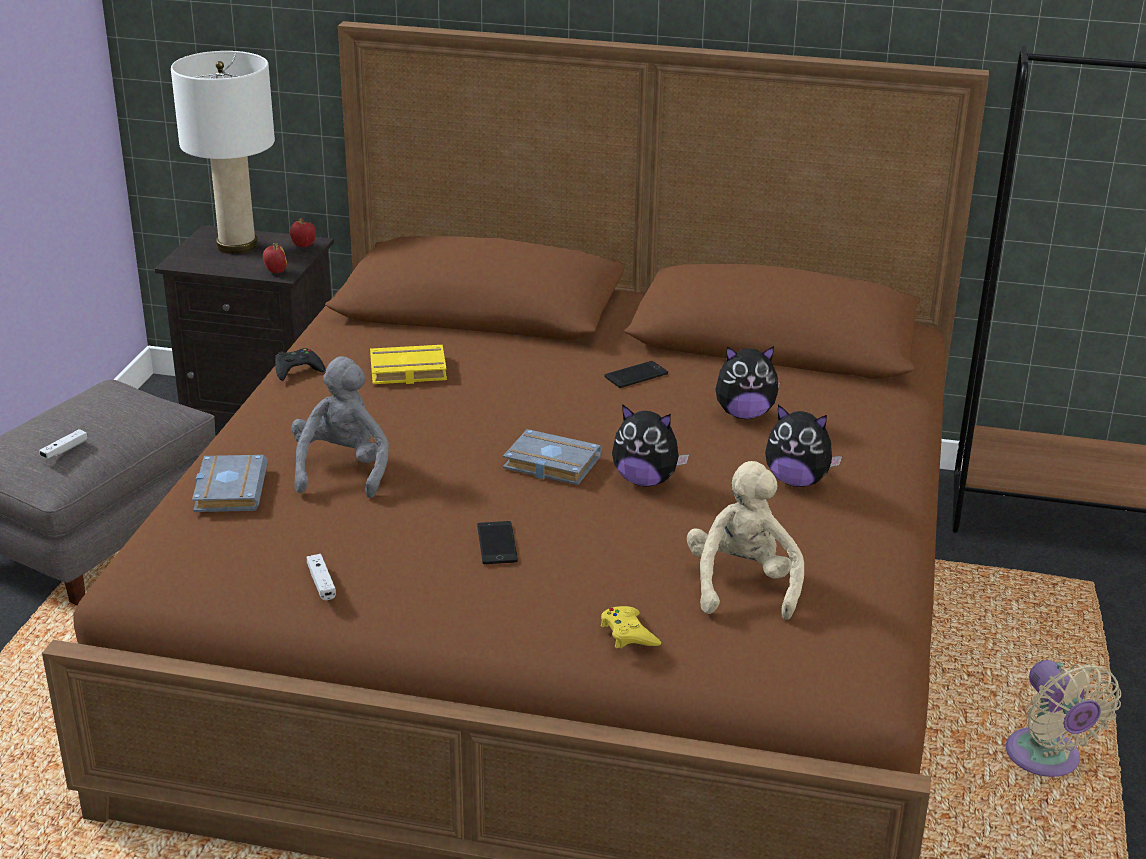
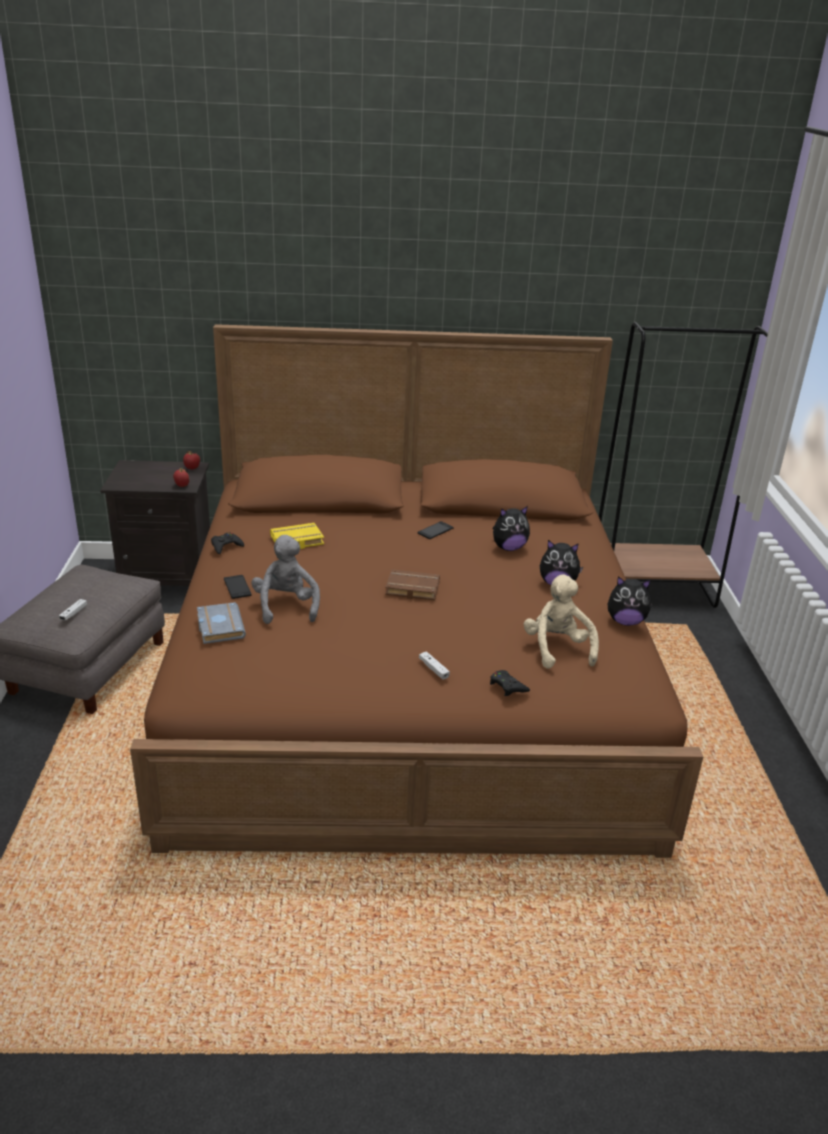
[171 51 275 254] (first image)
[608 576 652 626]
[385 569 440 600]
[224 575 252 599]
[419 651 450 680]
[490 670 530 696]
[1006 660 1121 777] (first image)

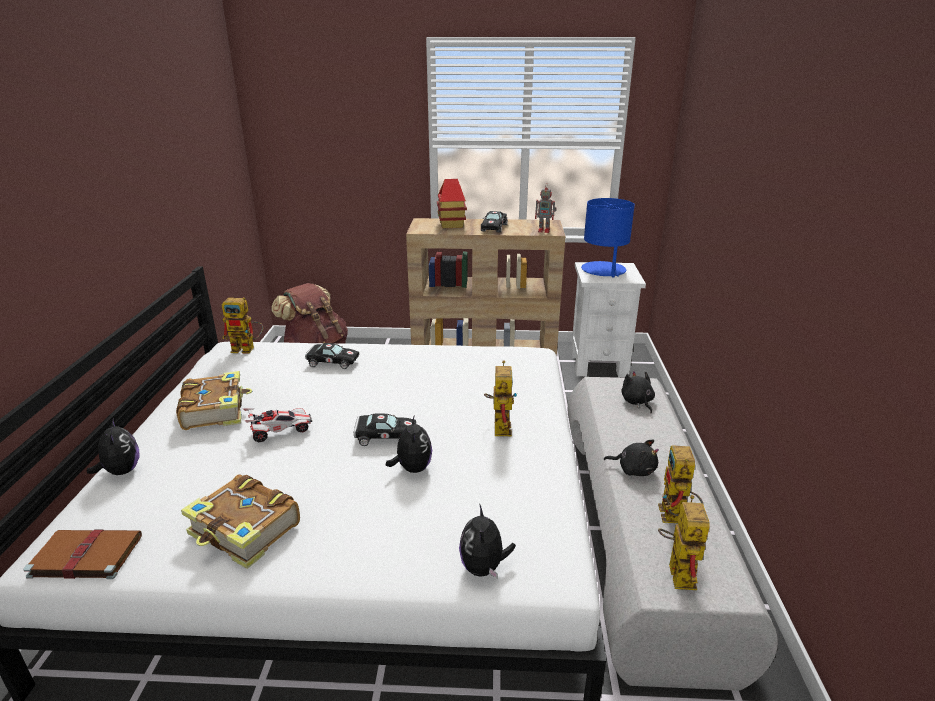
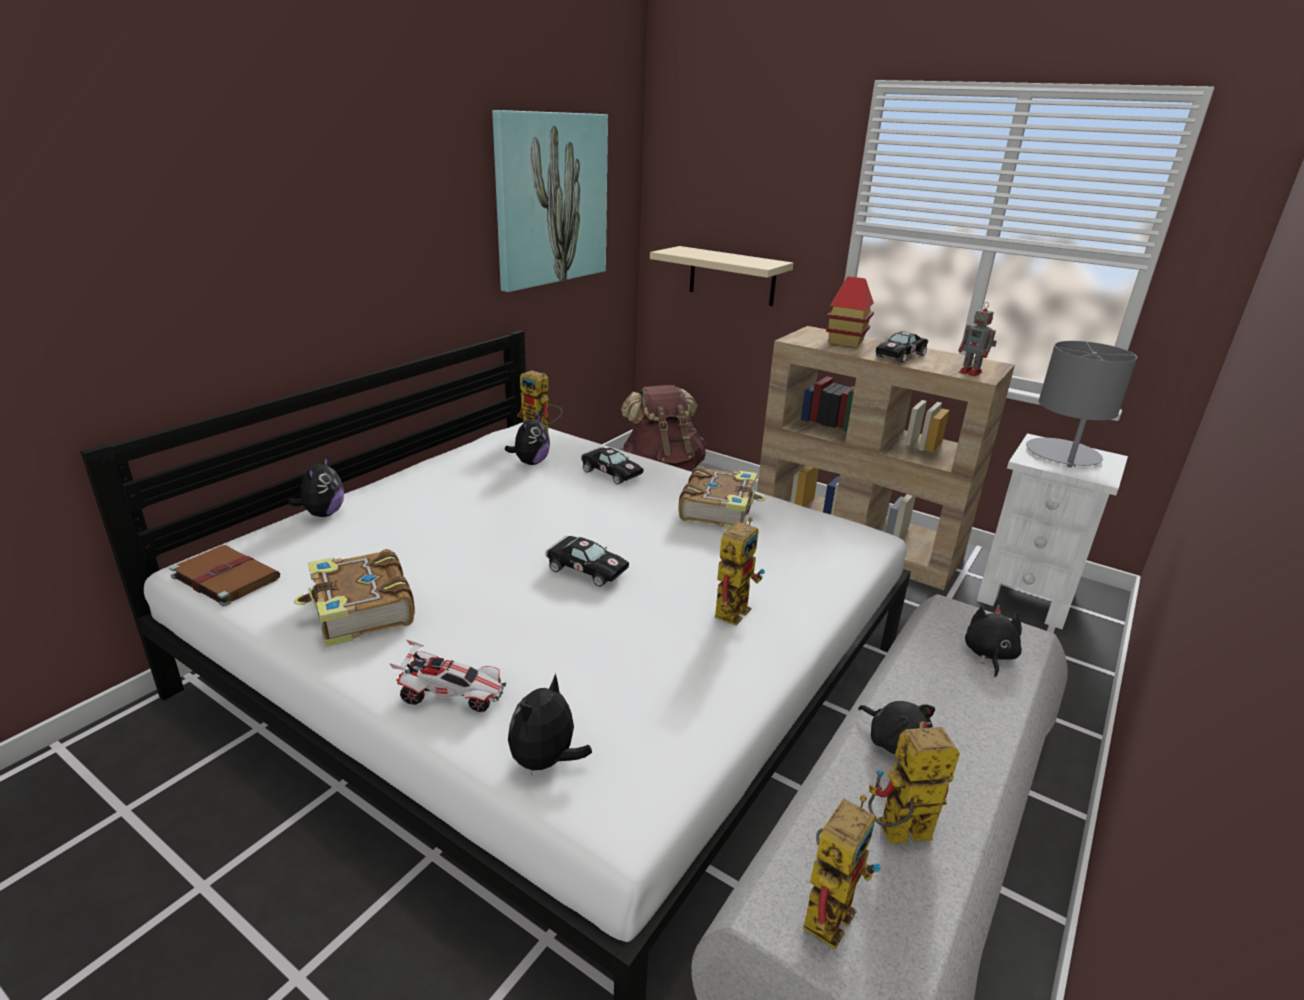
[1026 341 1137 467]
[678 466 766 529]
[389 640 506 712]
[505 413 550 465]
[868 727 960 844]
[492 110 608 292]
[650 246 793 306]

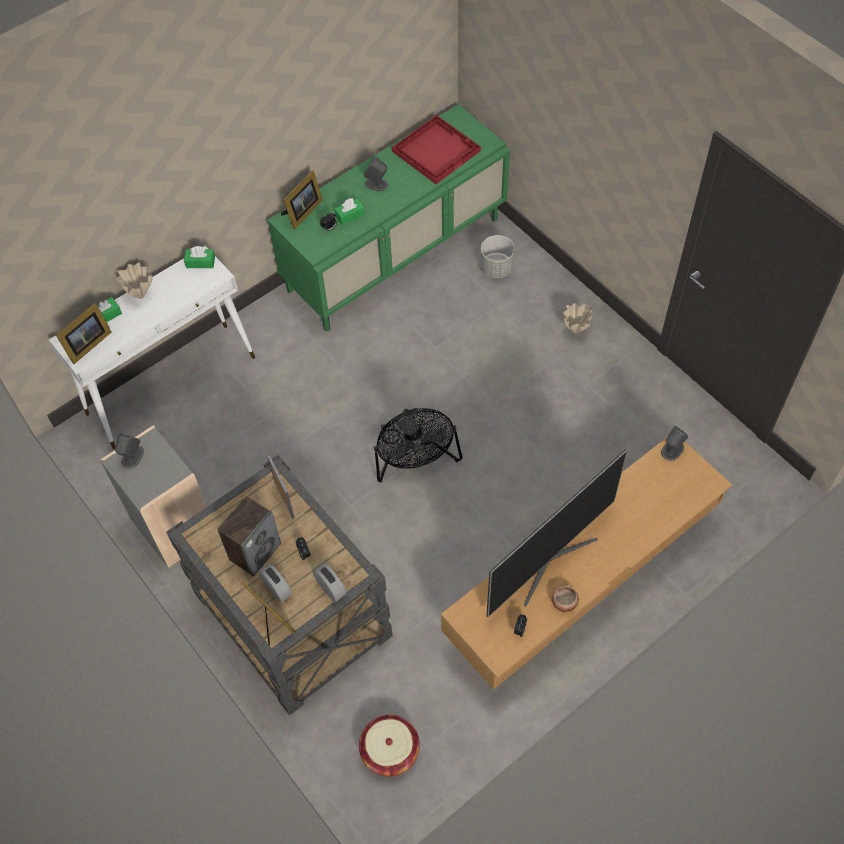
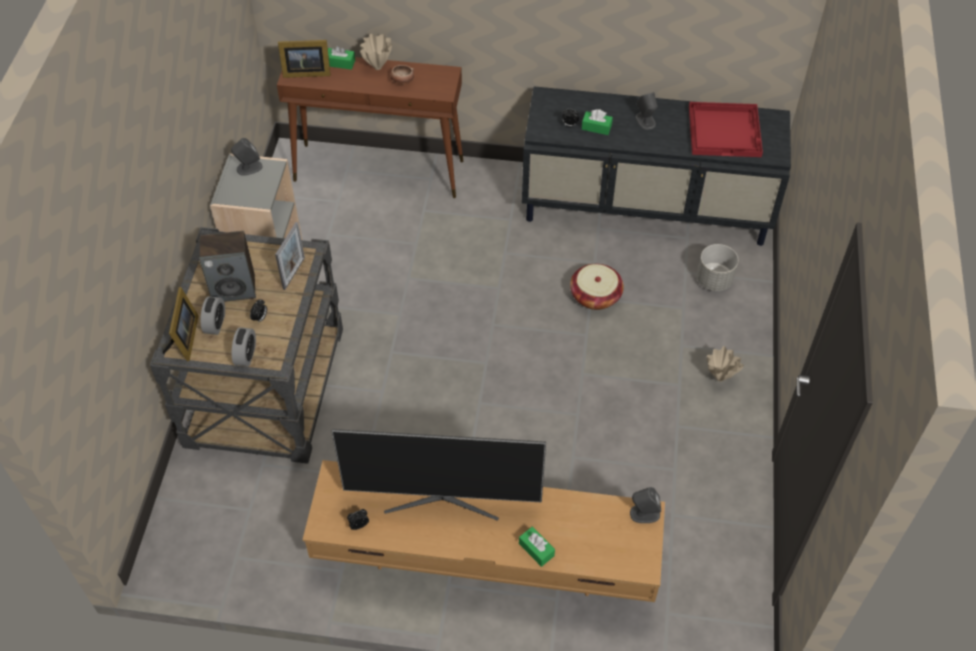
[522 86 791 246]
[281 170 323 229] (first image)
[277 57 463 198]
[519 527 555 567]
[373 408 462 483] (first image)
[390 65 414 84]
[570 264 624 310]

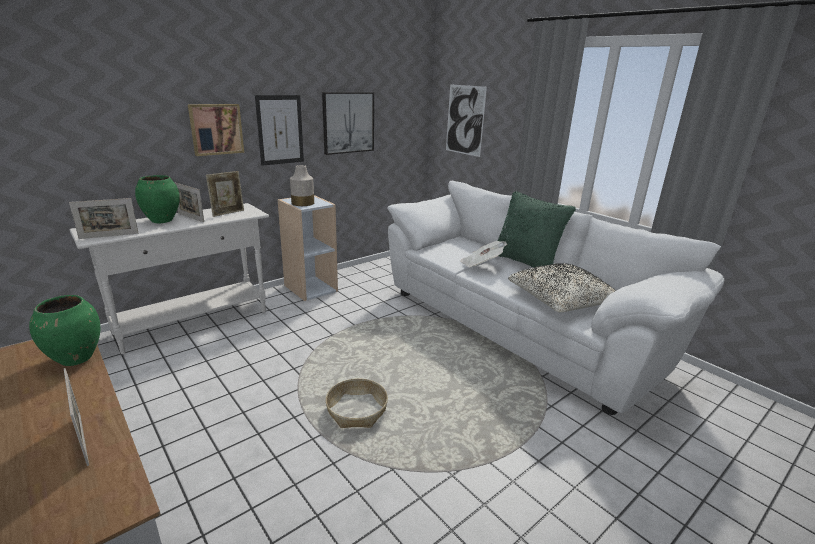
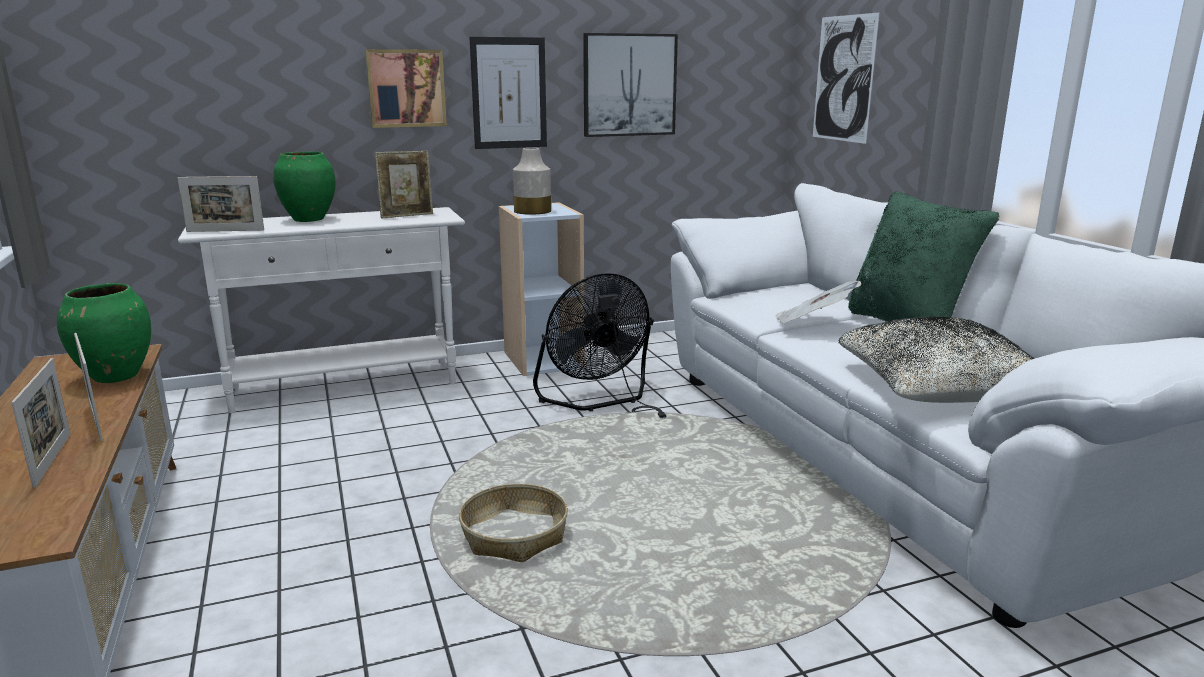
[74 333 103 441]
[533 273 666 418]

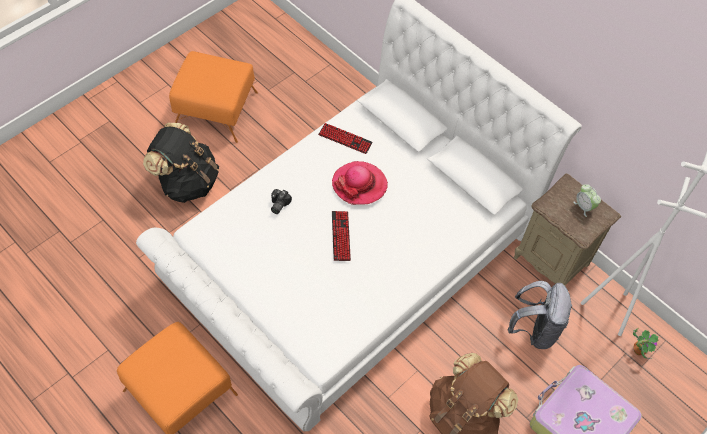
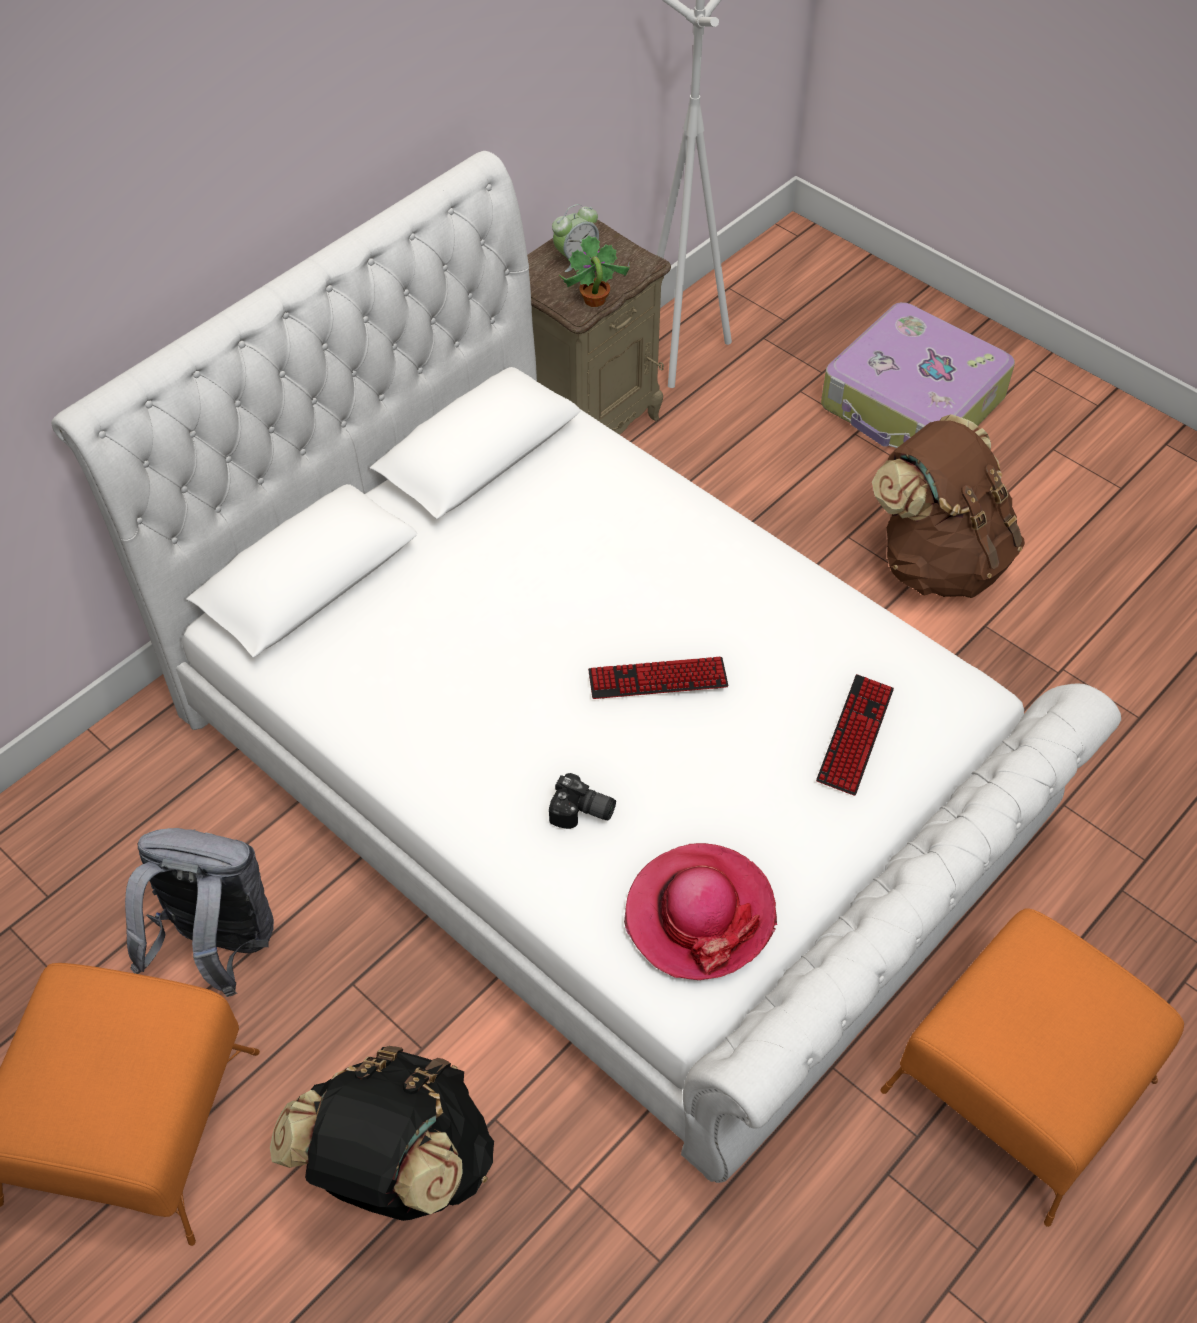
[816 674 894 796]
[624 843 777 980]
[125 828 274 997]
[559 235 630 307]

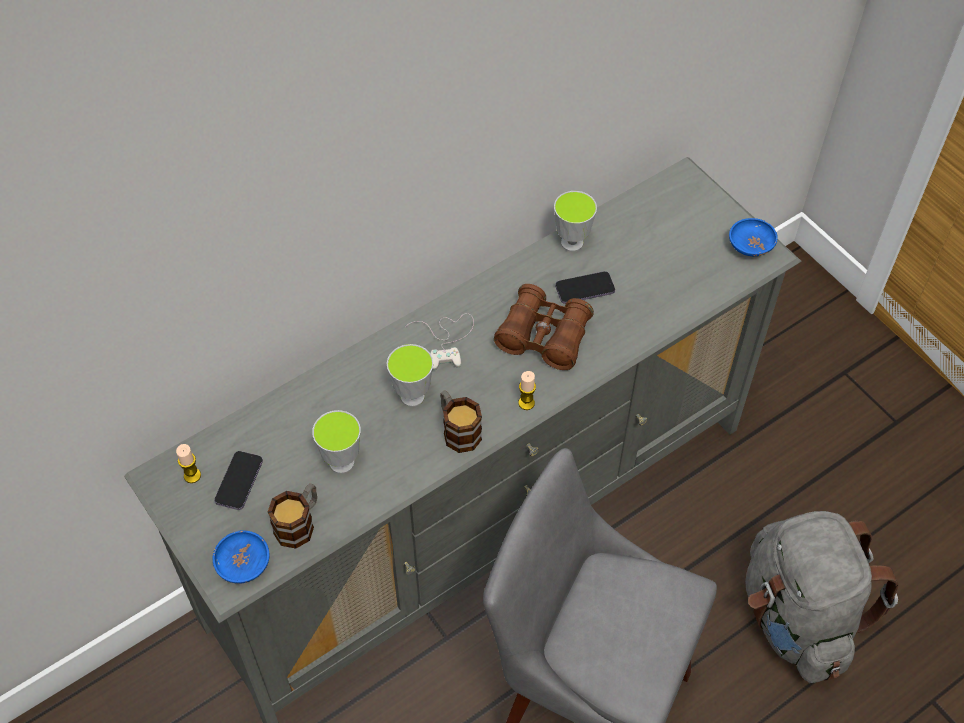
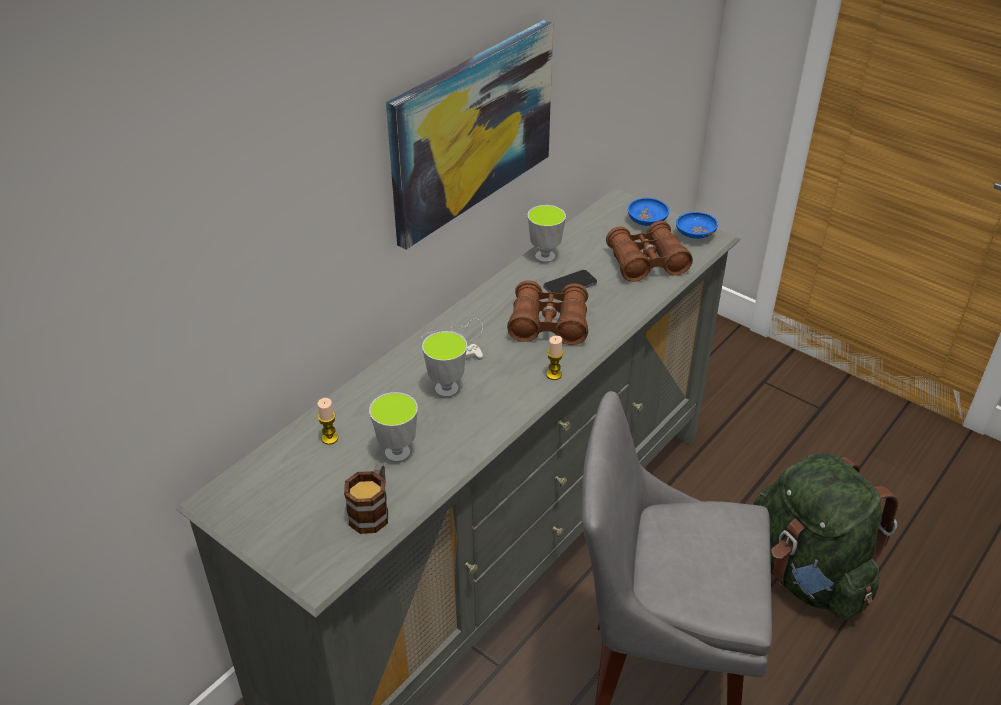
[440 390 482 453] (first image)
[318 398 338 445]
[214 451 263 510] (first image)
[753 453 898 620]
[628 198 669 226]
[386 20 553 250]
[606 221 693 282]

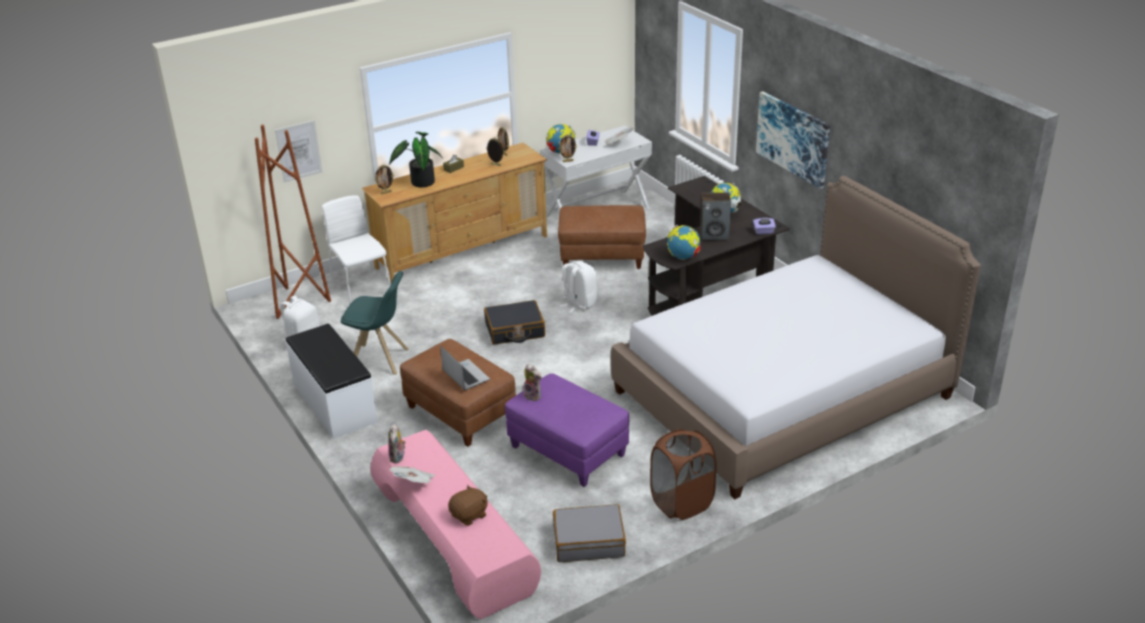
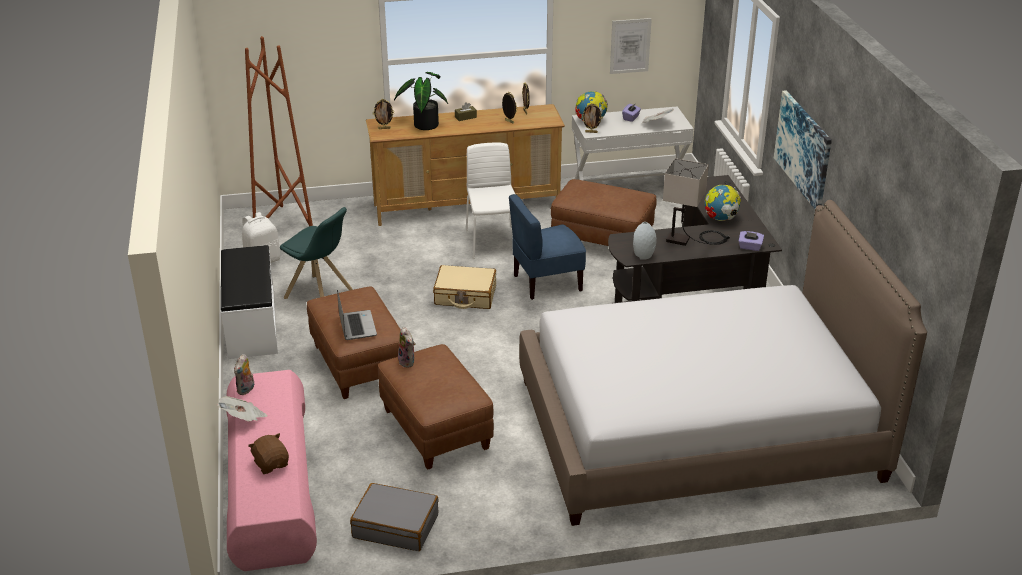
[610 18 652 74]
[663 158 730 246]
[466 142 515 259]
[633 222 657 260]
[509 194 586 300]
[433 265 496 309]
[378 344 494 470]
[650 429 716 520] (first image)
[248 433 289 474]

